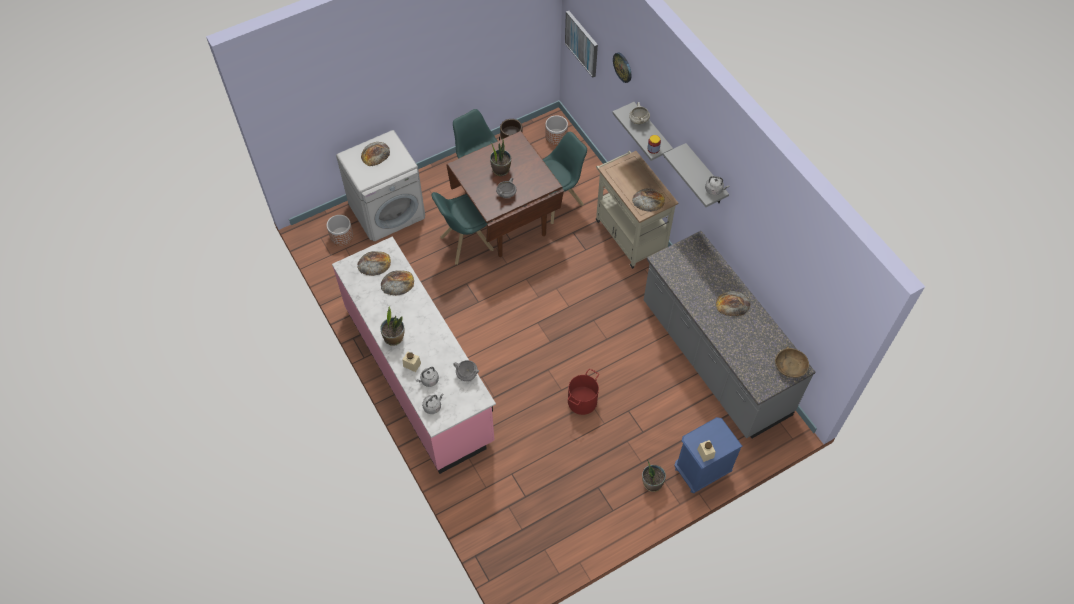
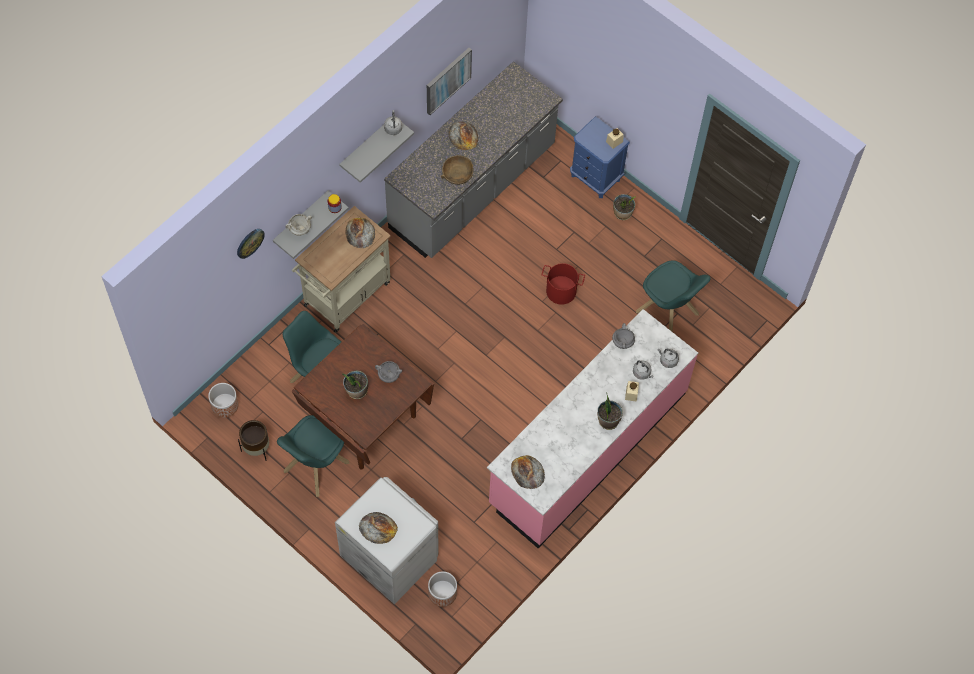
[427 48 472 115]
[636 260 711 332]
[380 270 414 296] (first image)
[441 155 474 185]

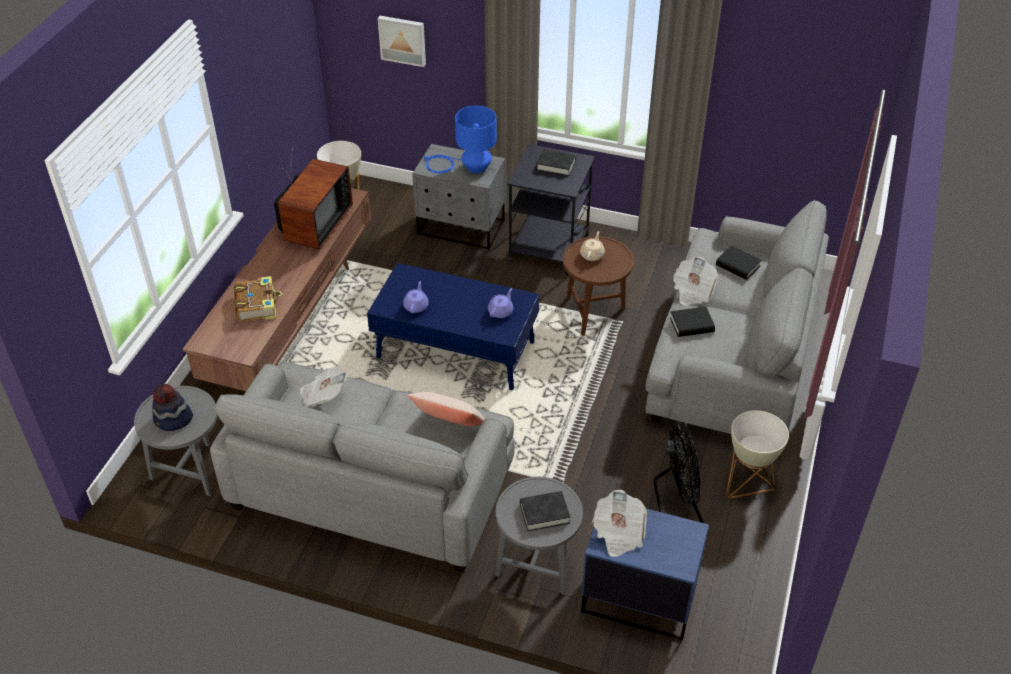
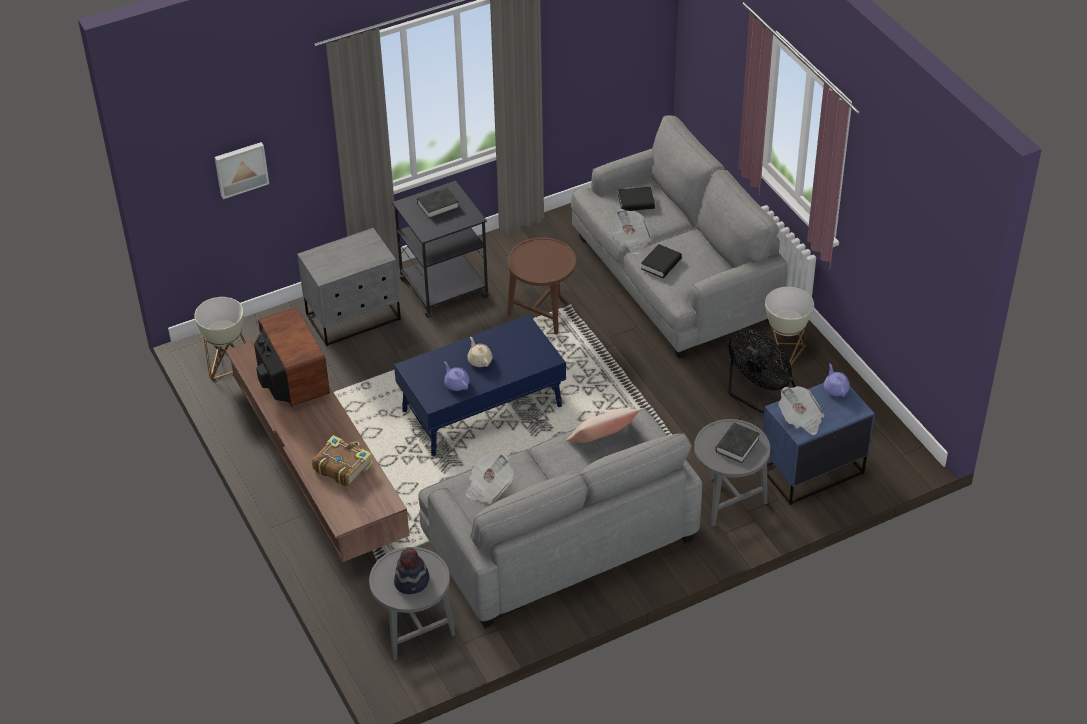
[424 106 497 173] (first image)
[467 337 493 367]
[824 364 850 397]

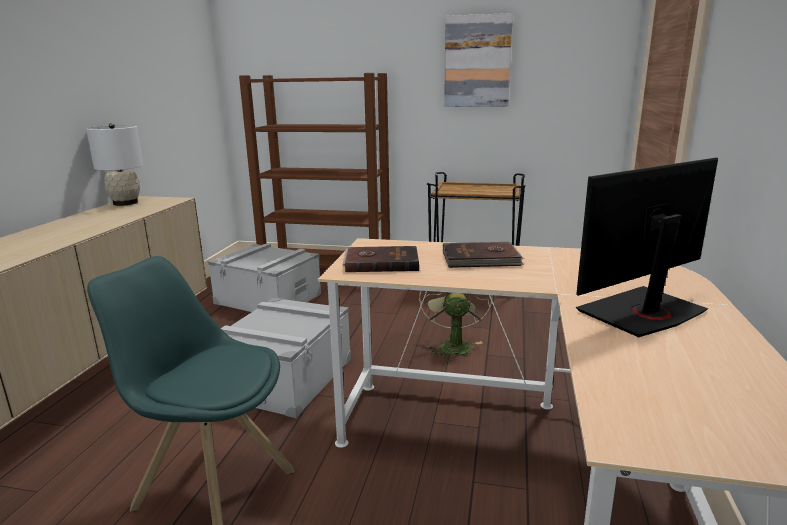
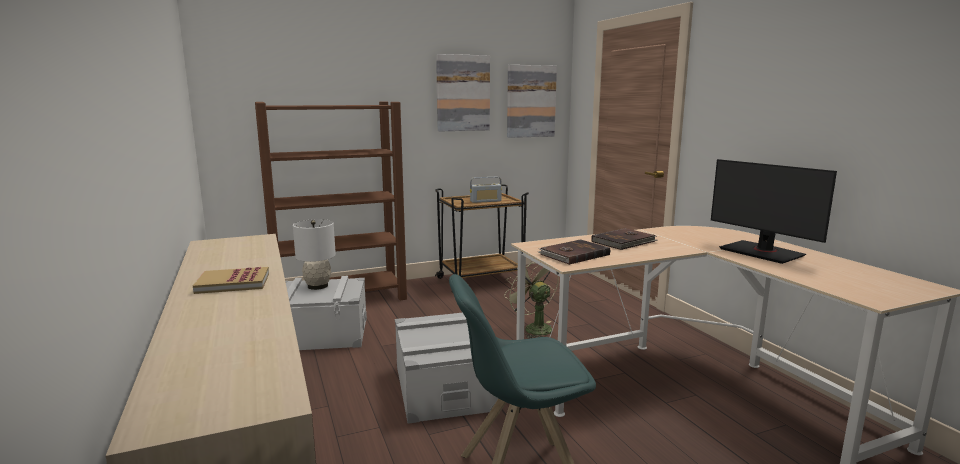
[293 219 336 290]
[711 159 837 264]
[507 65 557 138]
[470 177 502 203]
[193 267 269 294]

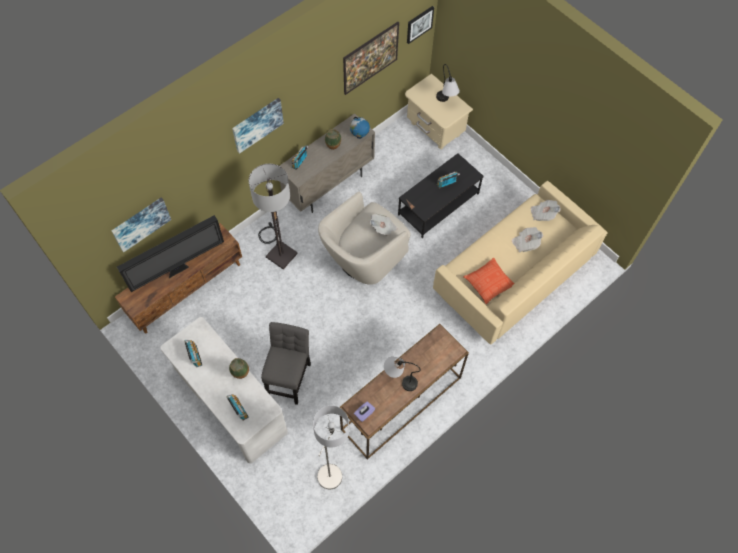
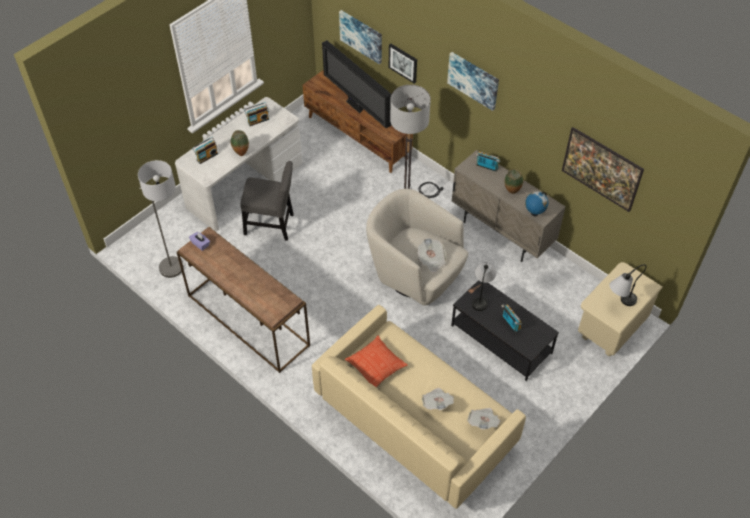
[389 44 417 84]
[472 262 496 311]

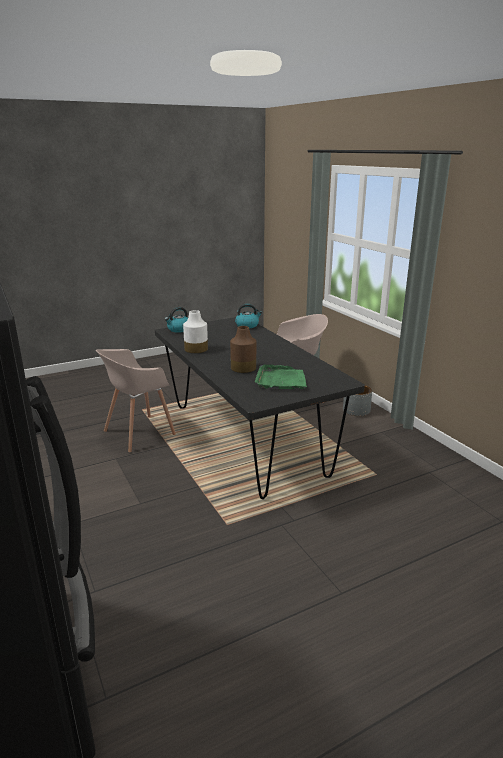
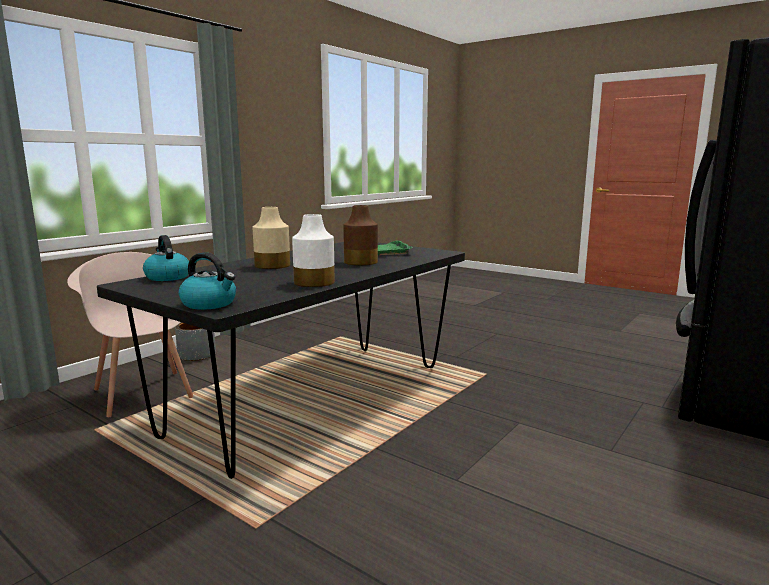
[96 349 176 452] (first image)
[253 207 290 269]

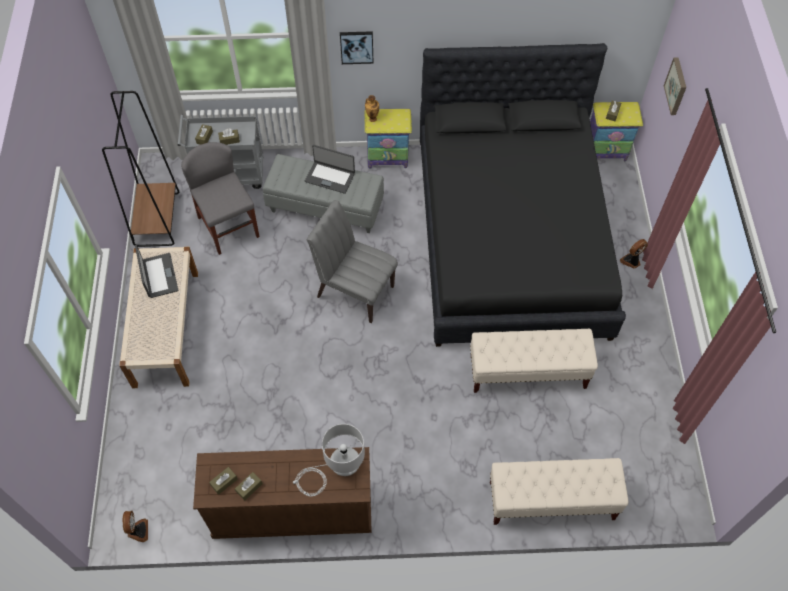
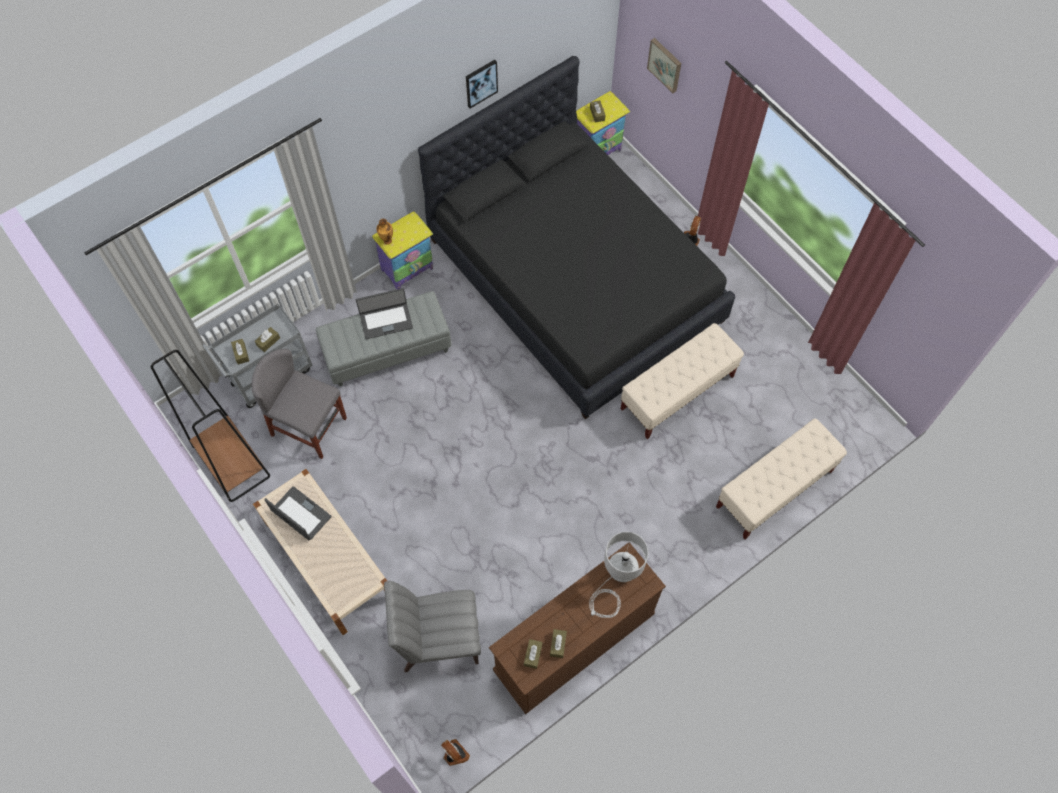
[466 60 498 108]
[384 581 481 672]

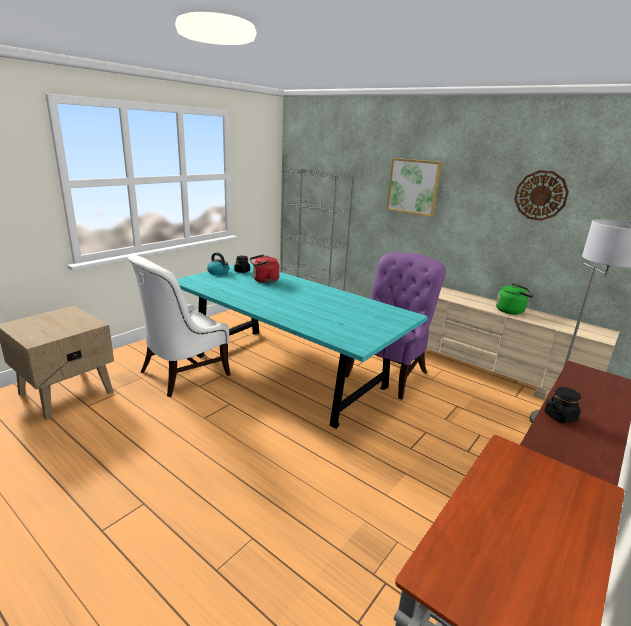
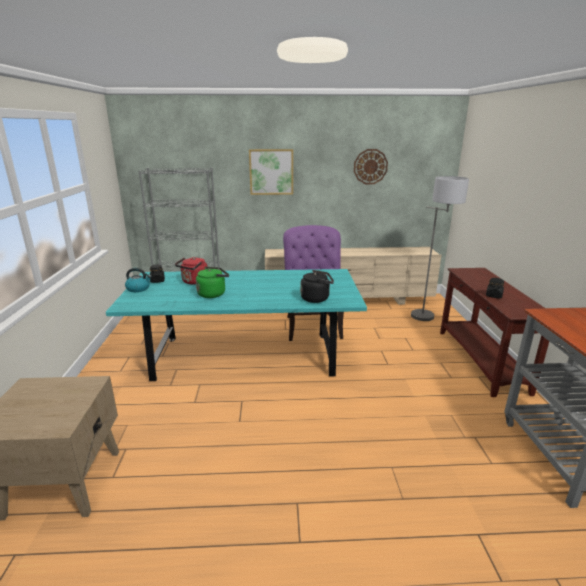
[128 255 231 397] (first image)
[196 267 229 298]
[300 270 334 303]

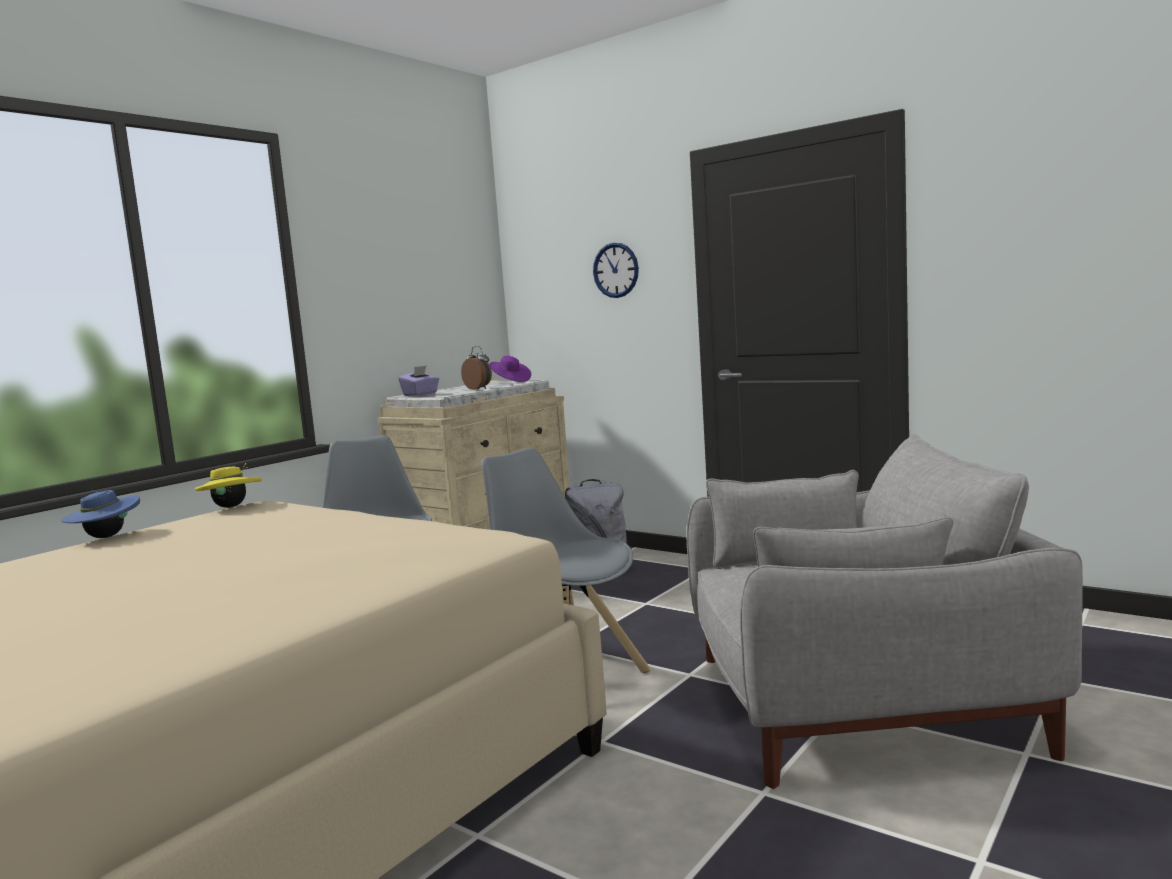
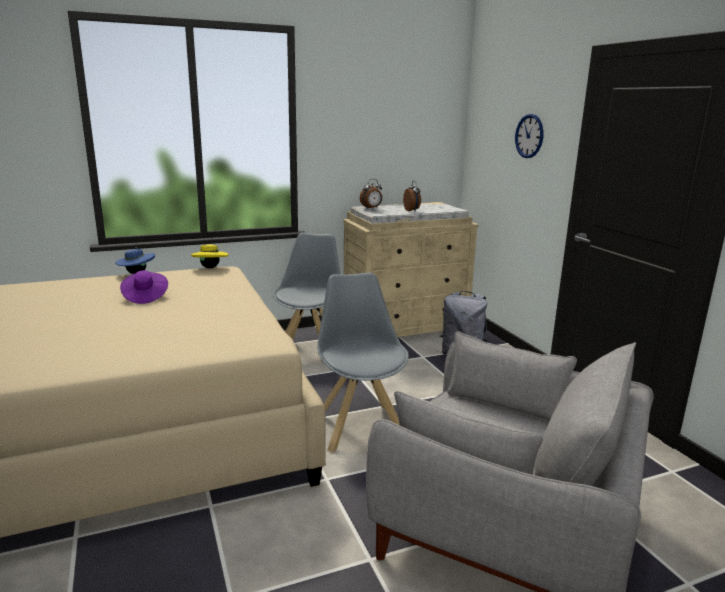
[120 270 168 304]
[360 179 382 209]

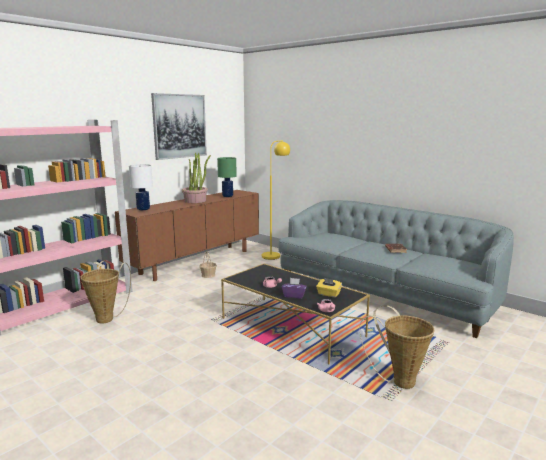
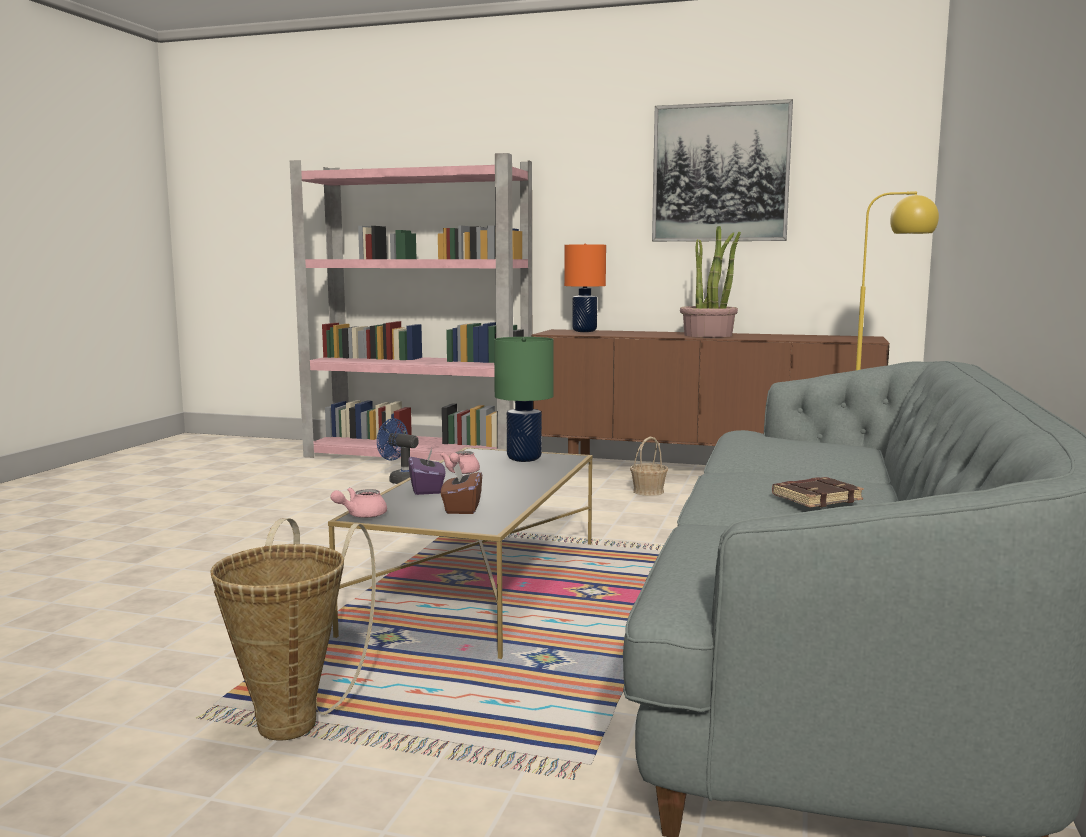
[494 337 553 462]
[564 244 606 332]
[377 418 419 484]
[441 463 482 514]

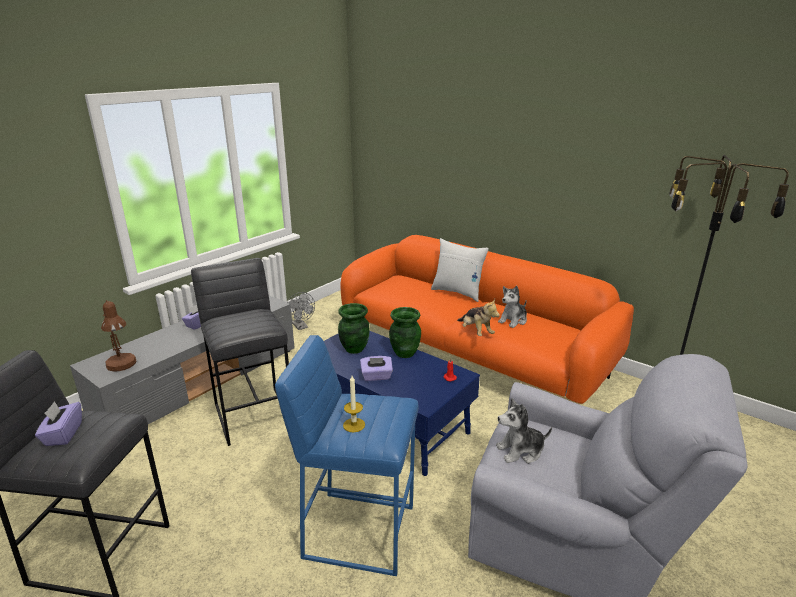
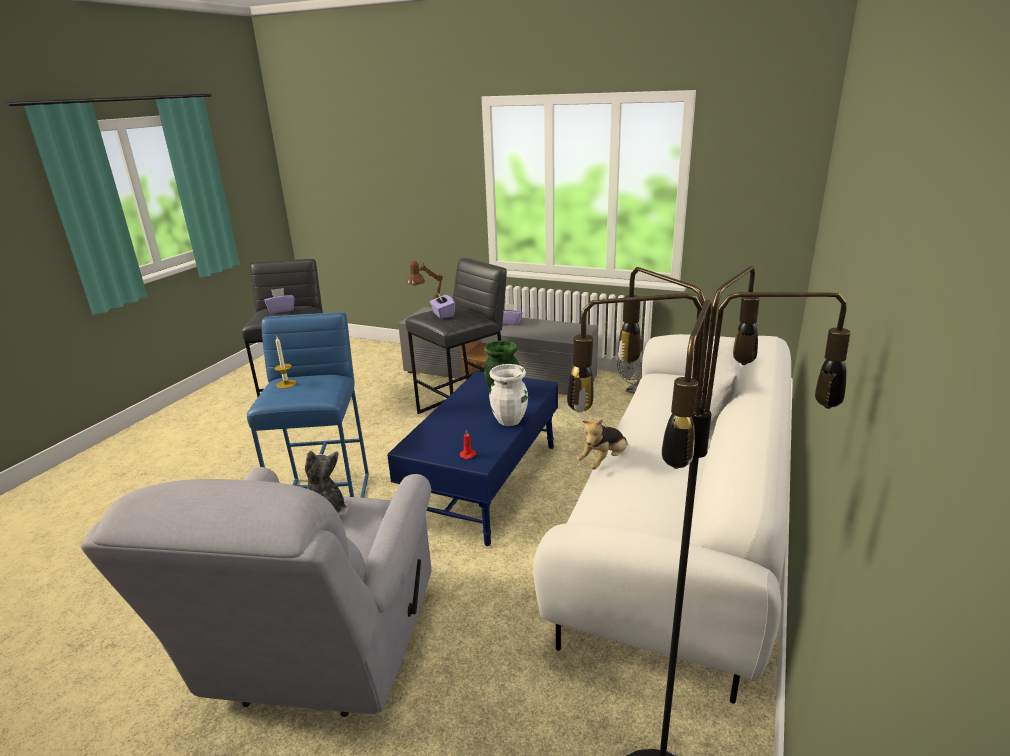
[533 334 791 704]
[498 286 527 328] (first image)
[489 364 528 426]
[430 292 455 319]

